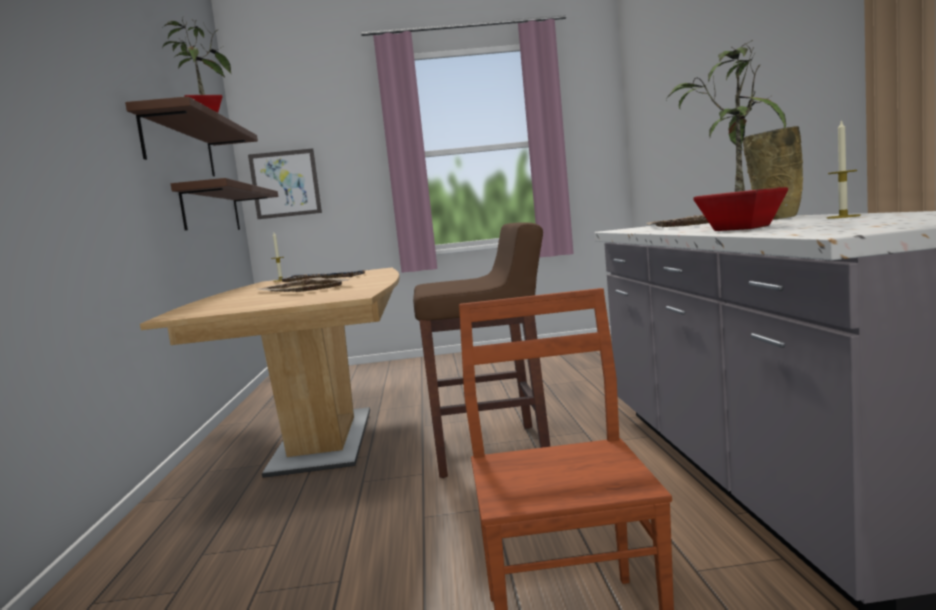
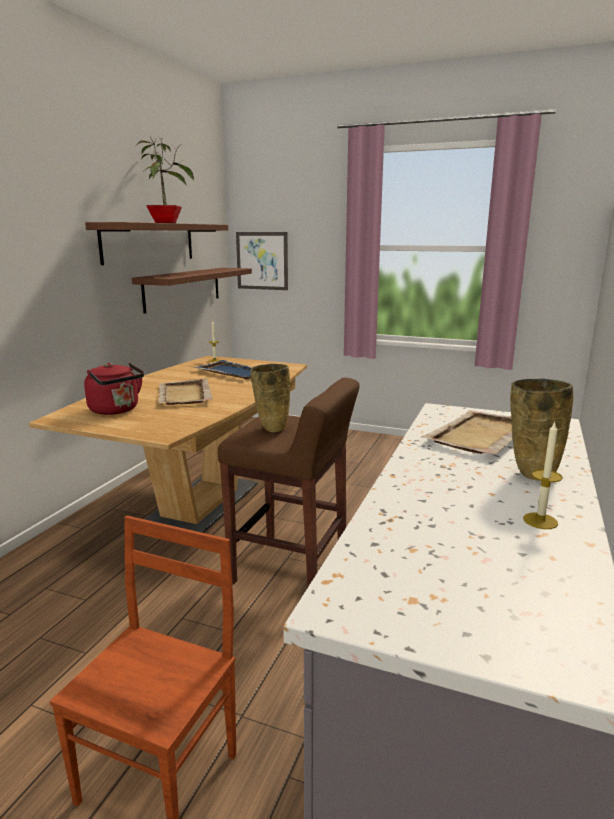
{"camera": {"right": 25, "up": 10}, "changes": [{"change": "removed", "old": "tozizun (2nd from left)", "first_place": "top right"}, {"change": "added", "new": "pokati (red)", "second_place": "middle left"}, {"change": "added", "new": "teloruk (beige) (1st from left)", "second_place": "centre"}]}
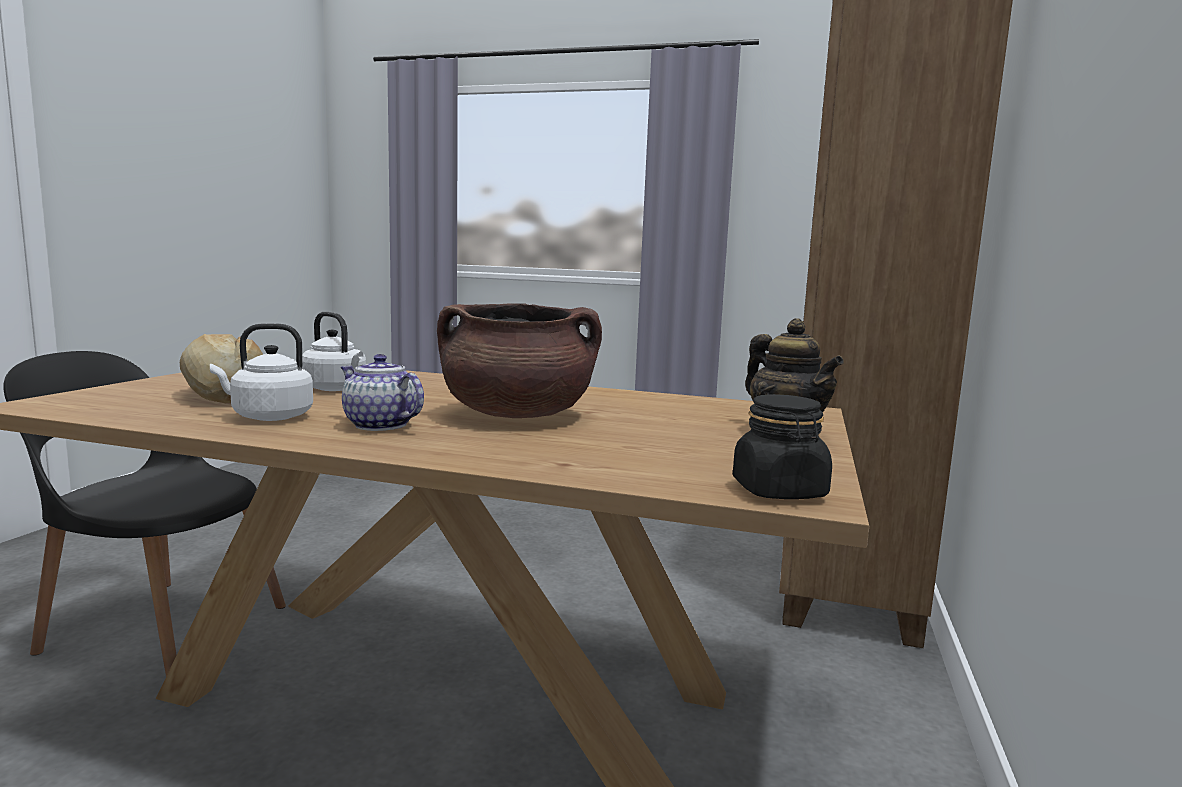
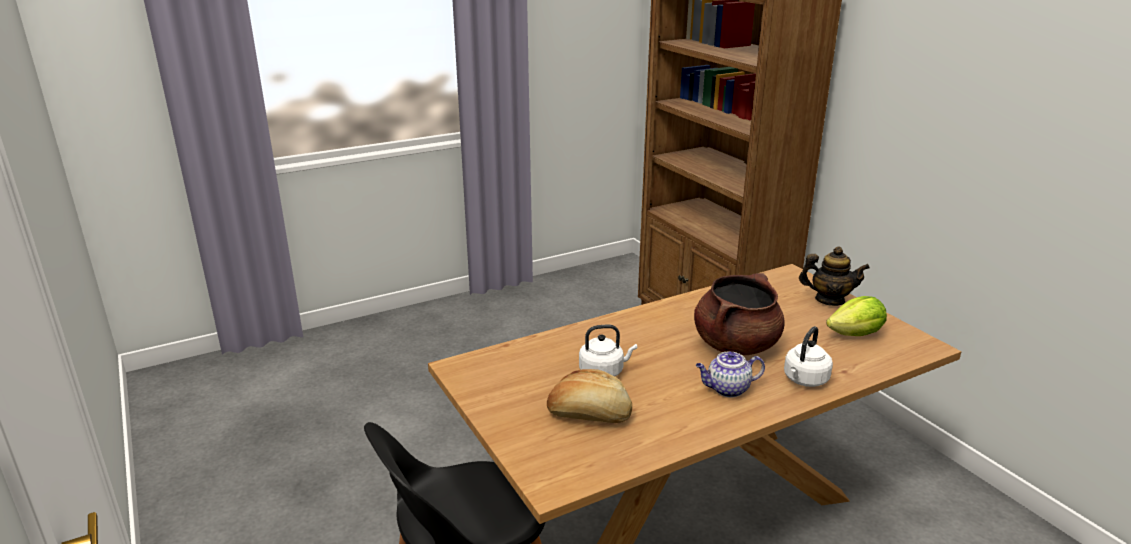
{"camera": {"right": -45, "up": 15}, "changes": [{"change": "removed", "old": "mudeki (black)", "first_place": "centre"}, {"change": "added", "new": "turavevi", "second_place": "middle right"}, {"change": "moved", "old": "pokati (white) (1st from left in the first image)", "new": "pokati (white) (2nd from left)", "first_place": "middle left", "second_place": "middle right"}]}
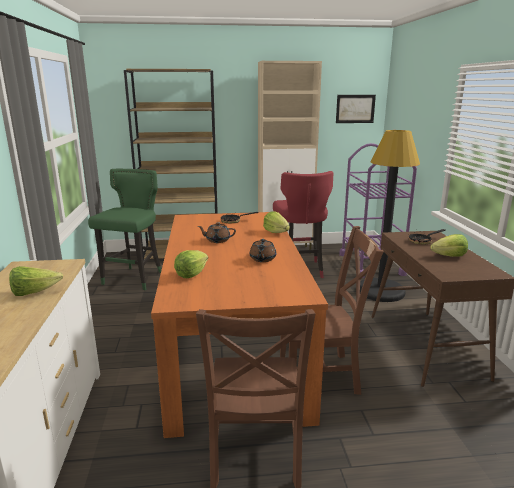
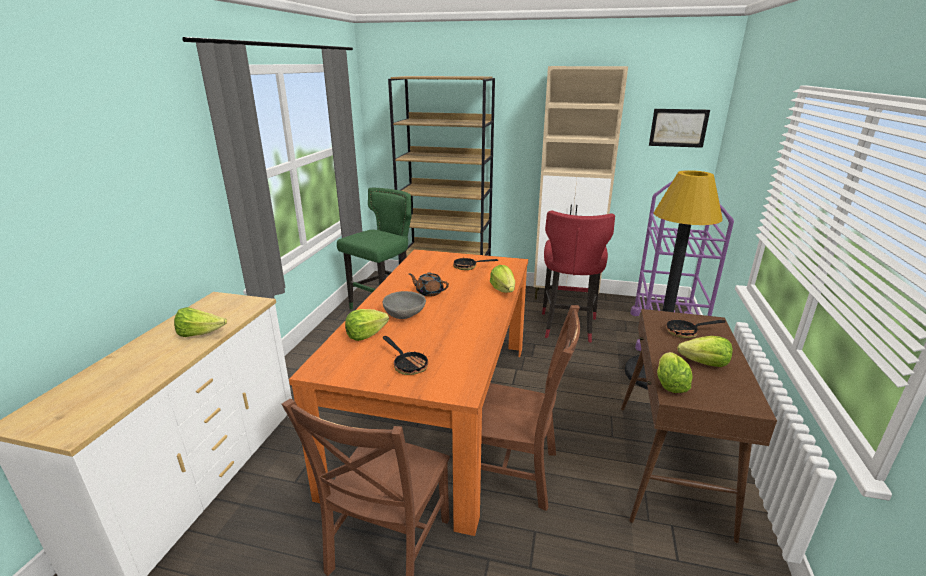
{"camera": {"right": 20, "up": 5}, "changes": [{"change": "removed", "old": "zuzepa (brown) (2nd from left)", "first_place": "centre"}, {"change": "added", "new": "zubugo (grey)", "second_place": "centre"}, {"change": "added", "new": "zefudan (1st from left)", "second_place": "centre"}, {"change": "added", "new": "turavevi (4th from left)", "second_place": "middle right"}]}
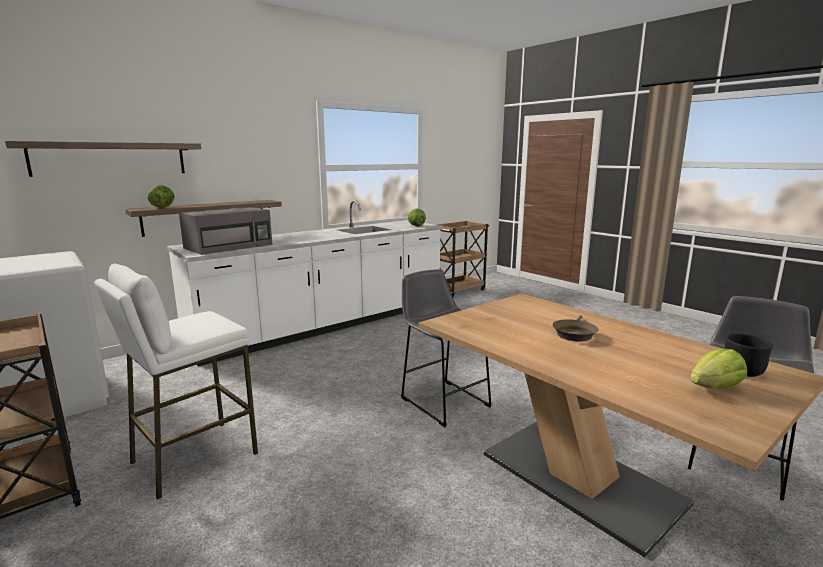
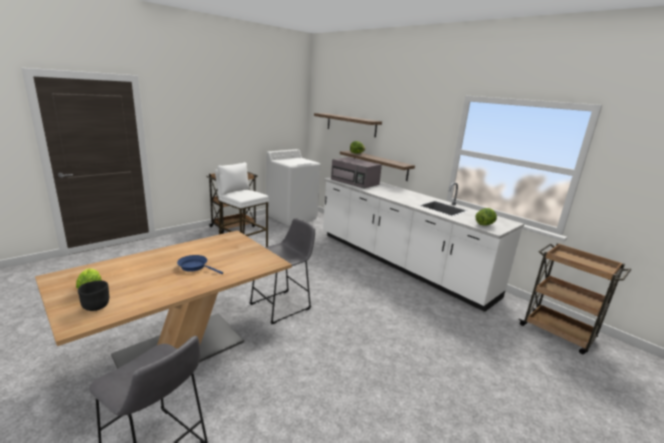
{"camera": {"right": 85, "up": 5}, "changes": [{"change": "recoloured", "old": "zefudan (brown)", "new": "zefudan (blue)", "first_place": "middle right", "second_place": "middle left"}]}
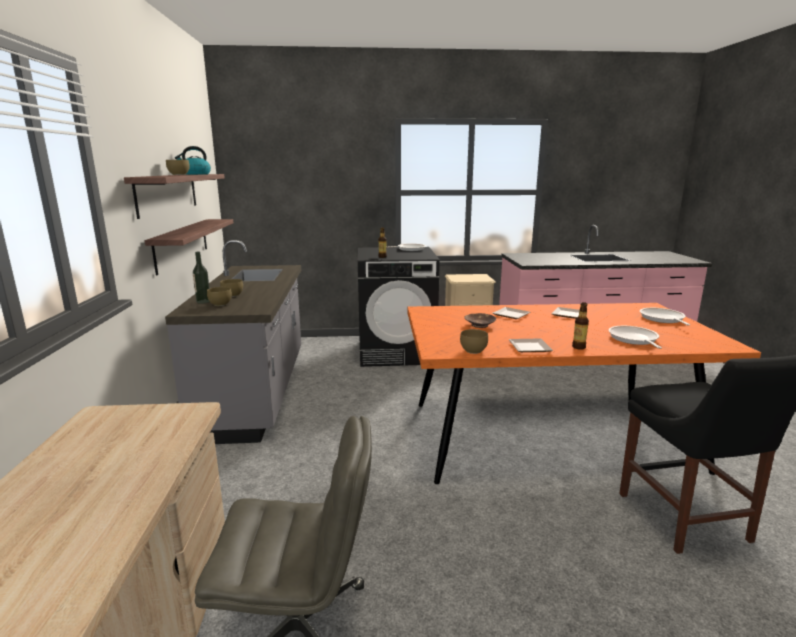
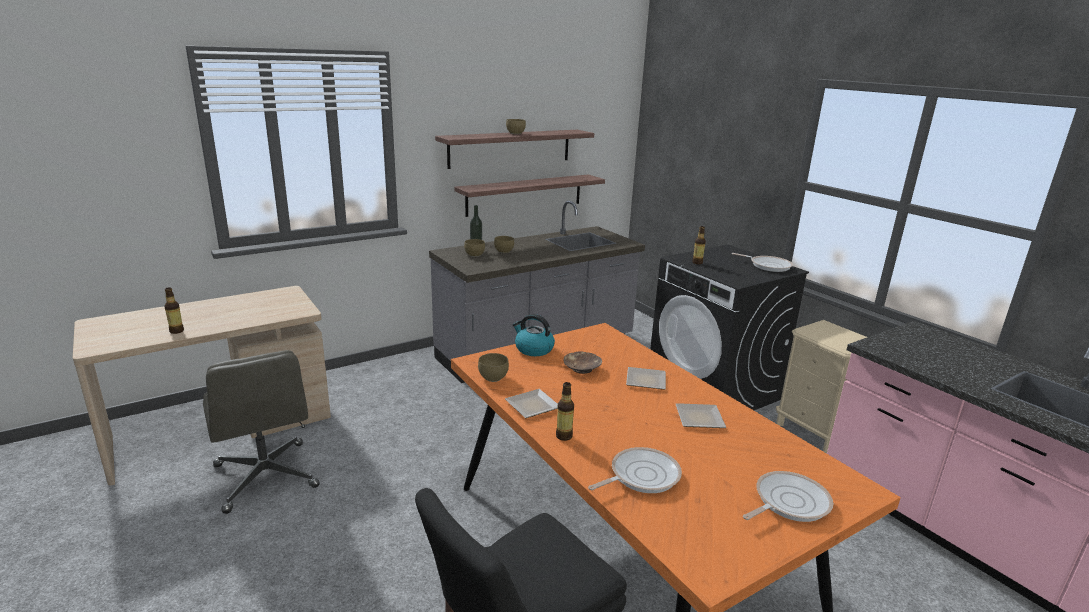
{"camera": {"right": 60, "up": 5}, "changes": [{"change": "added", "new": "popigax (1st from left)", "second_place": "middle left"}, {"change": "moved", "old": "pokati", "first_place": "top left", "second_place": "centre"}]}
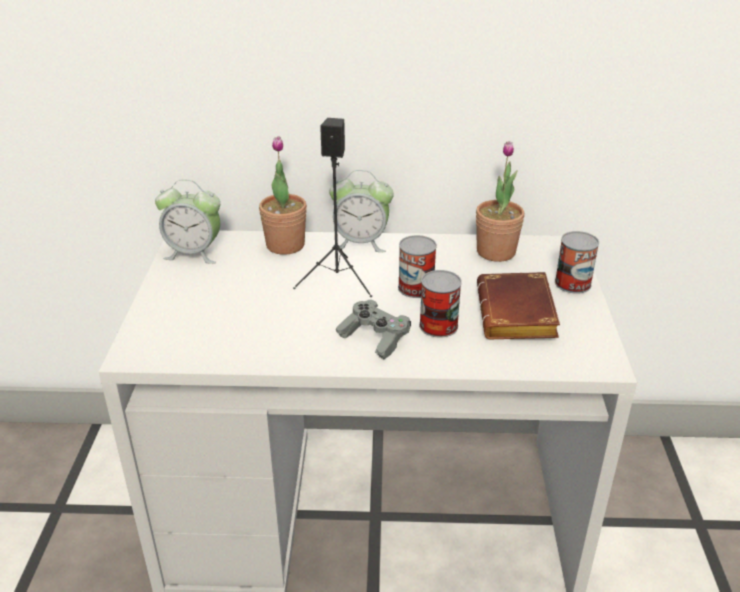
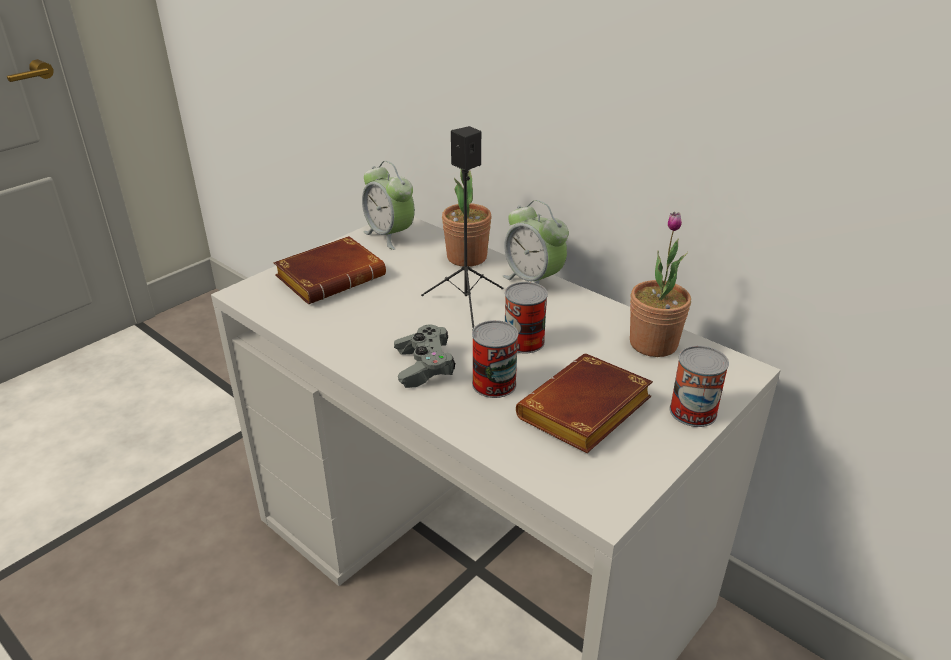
{"camera": {"right": 40, "up": 0}, "changes": [{"change": "added", "new": "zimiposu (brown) (1st from left)", "second_place": "centre"}]}
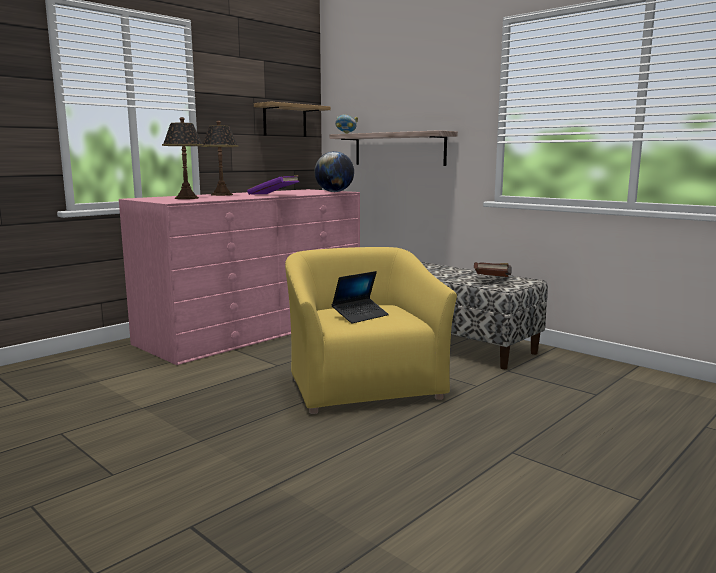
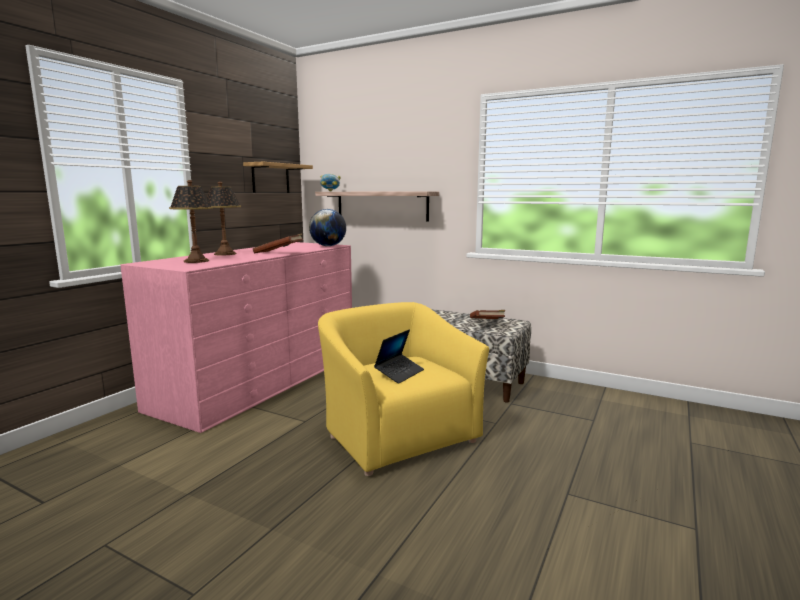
{"camera": {"right": -15, "up": 0}, "changes": [{"change": "recoloured", "old": "zimiposu (purple)", "new": "zimiposu (brown) (1st from left)", "first_place": "top centre", "second_place": "centre"}]}
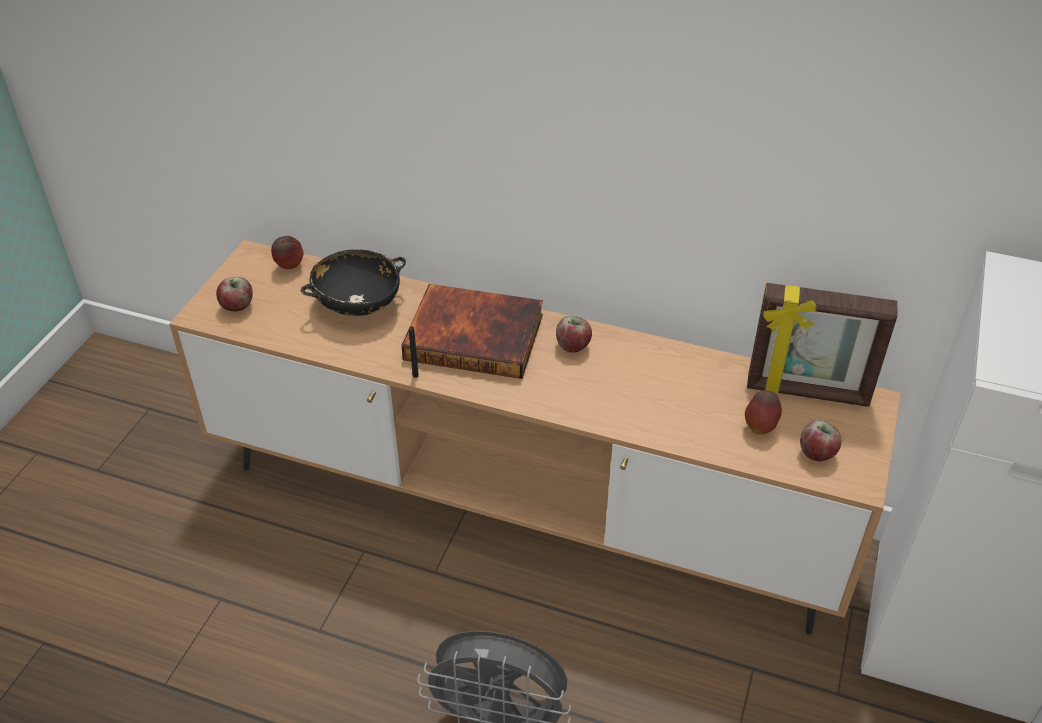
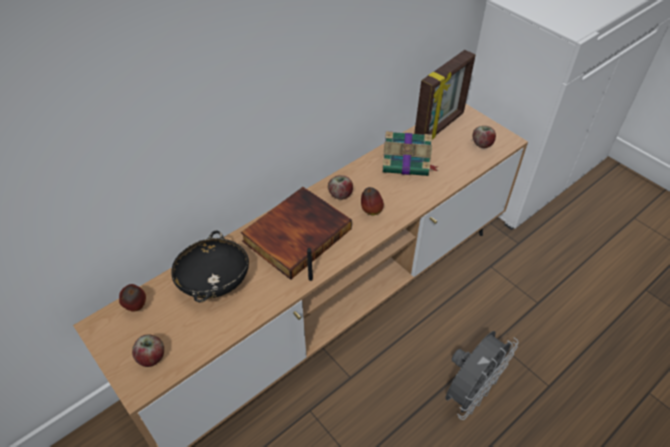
{"camera": {"right": -60, "up": 5}, "changes": [{"change": "added", "new": "zimiposu (2nd from left)", "second_place": "centre"}, {"change": "moved", "old": "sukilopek (4th from left)", "first_place": "middle right", "second_place": "centre"}]}
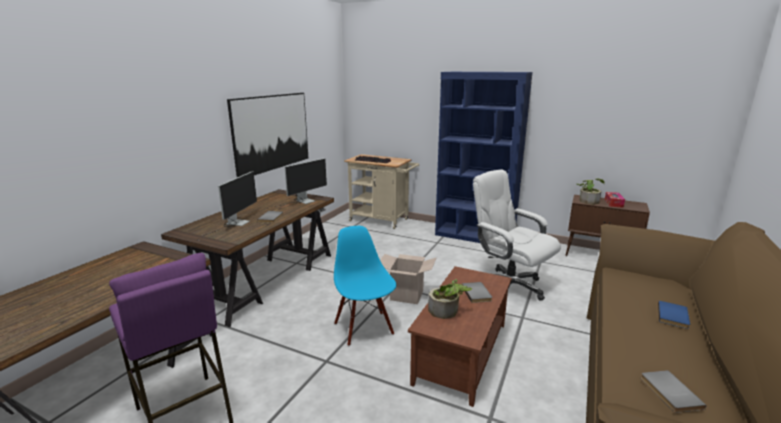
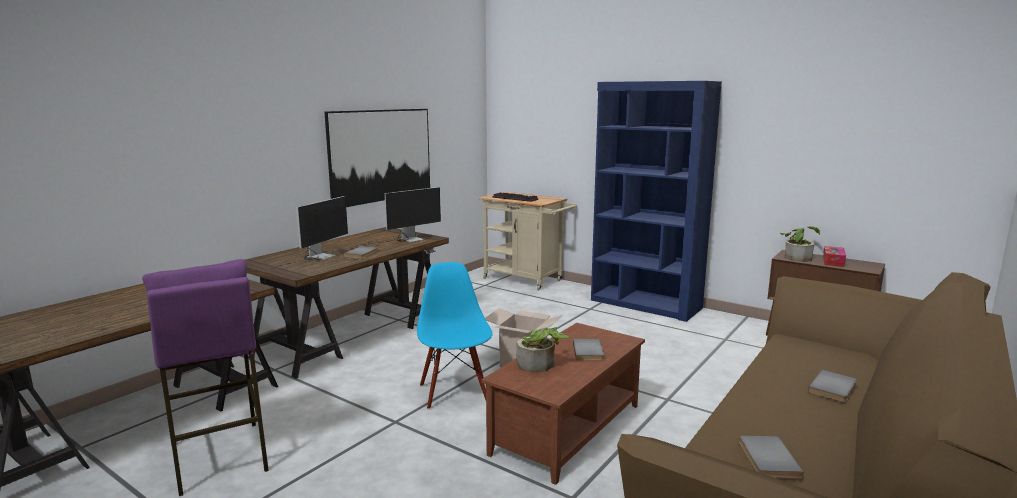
{"camera": {"right": 10, "up": -5}, "changes": [{"change": "removed", "old": "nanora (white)", "first_place": "centre"}, {"change": "recoloured", "old": "zimiposu (blue)", "new": "zimiposu (grey) (4th from left)", "first_place": "bottom right", "second_place": "bottom right"}]}
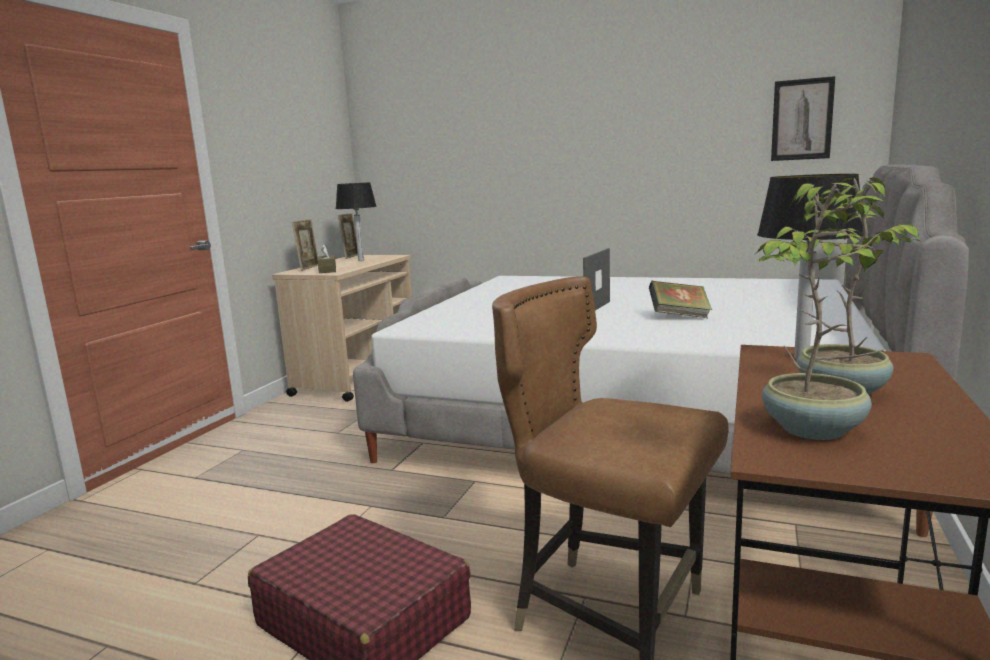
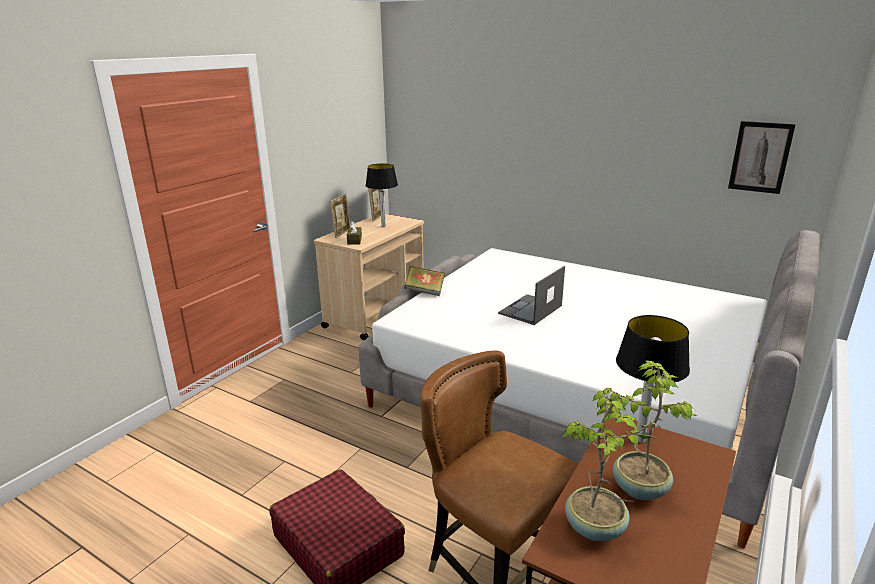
{"camera": {"right": 10, "up": 10}, "changes": [{"change": "moved", "old": "zimiposu", "first_place": "middle right", "second_place": "centre"}]}
